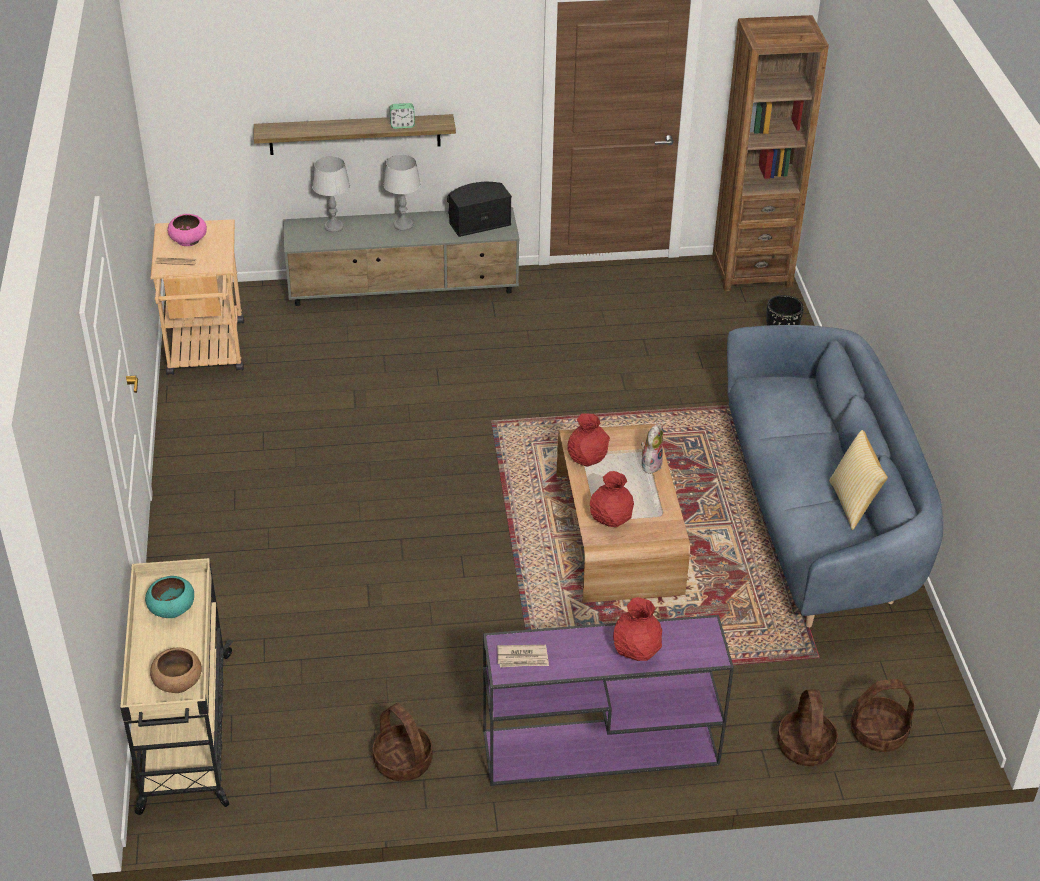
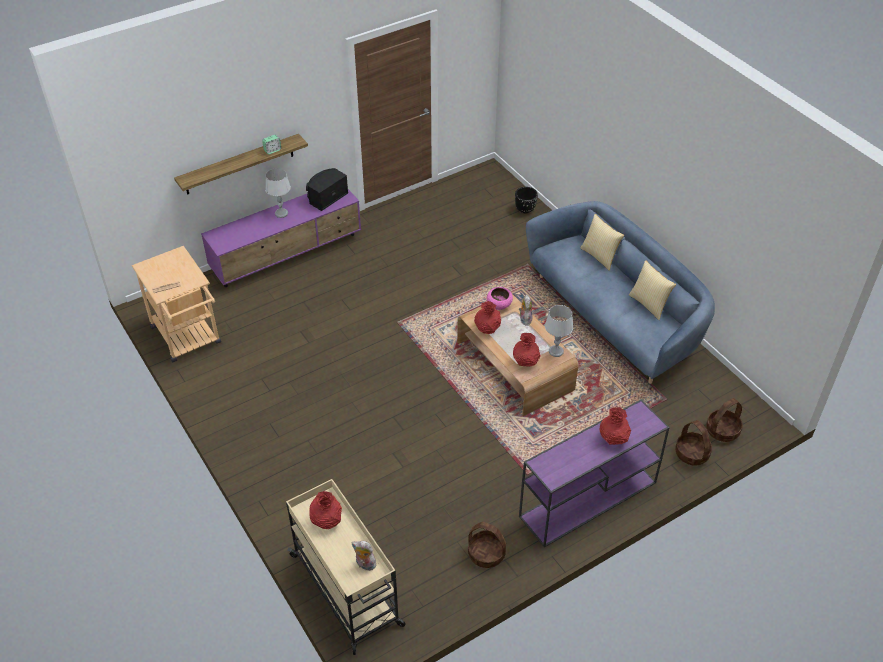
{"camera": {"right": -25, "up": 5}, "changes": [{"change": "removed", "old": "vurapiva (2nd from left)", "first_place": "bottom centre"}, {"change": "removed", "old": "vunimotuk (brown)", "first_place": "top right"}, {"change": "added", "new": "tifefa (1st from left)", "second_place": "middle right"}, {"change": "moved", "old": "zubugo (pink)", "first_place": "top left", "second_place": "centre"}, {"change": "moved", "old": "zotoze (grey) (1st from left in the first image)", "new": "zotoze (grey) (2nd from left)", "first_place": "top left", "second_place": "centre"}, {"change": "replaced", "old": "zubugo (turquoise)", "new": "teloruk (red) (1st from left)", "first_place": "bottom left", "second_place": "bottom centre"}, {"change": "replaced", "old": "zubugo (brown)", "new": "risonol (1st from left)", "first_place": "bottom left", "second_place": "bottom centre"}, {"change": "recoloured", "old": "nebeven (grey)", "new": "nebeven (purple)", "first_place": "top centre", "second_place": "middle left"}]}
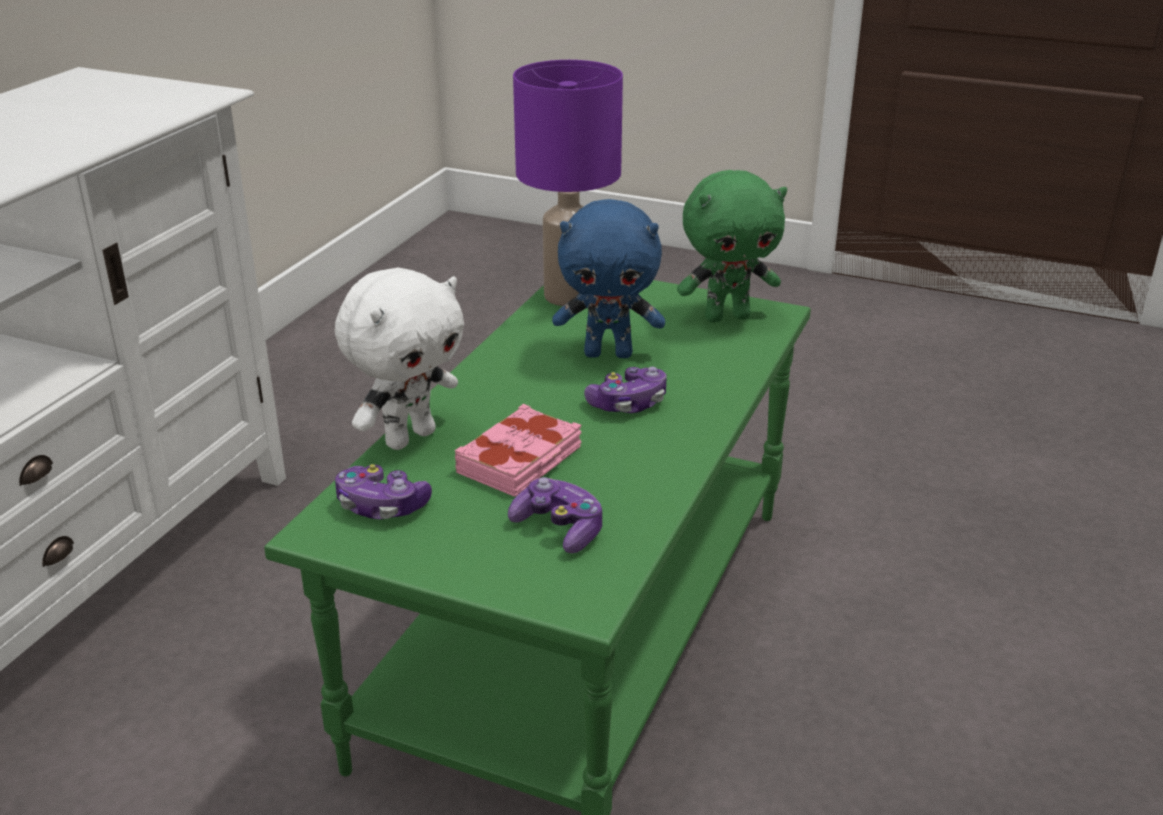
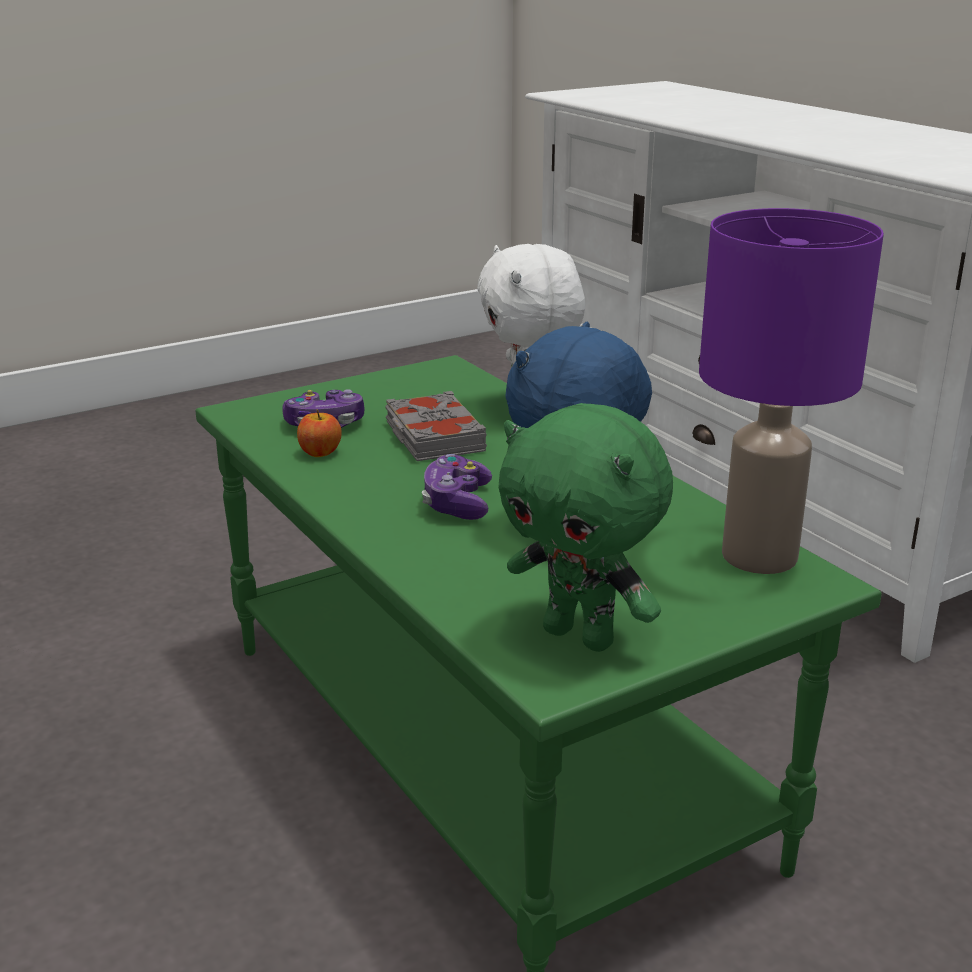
{"camera": {"right": 125, "up": -5}, "changes": [{"change": "removed", "old": "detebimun (1st from left)", "first_place": "middle left"}, {"change": "added", "new": "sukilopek", "second_place": "middle left"}, {"change": "recoloured", "old": "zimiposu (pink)", "new": "zimiposu (grey)", "first_place": "centre", "second_place": "centre"}, {"change": "turned", "old": "risonol (green)", "first_place": "top centre", "second_place": "centre", "degrees": -75}]}
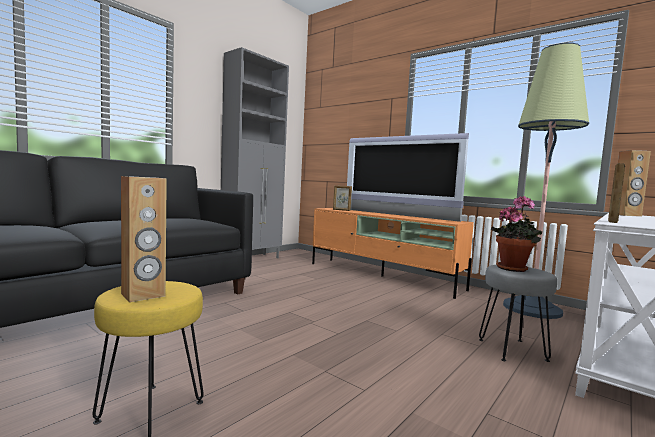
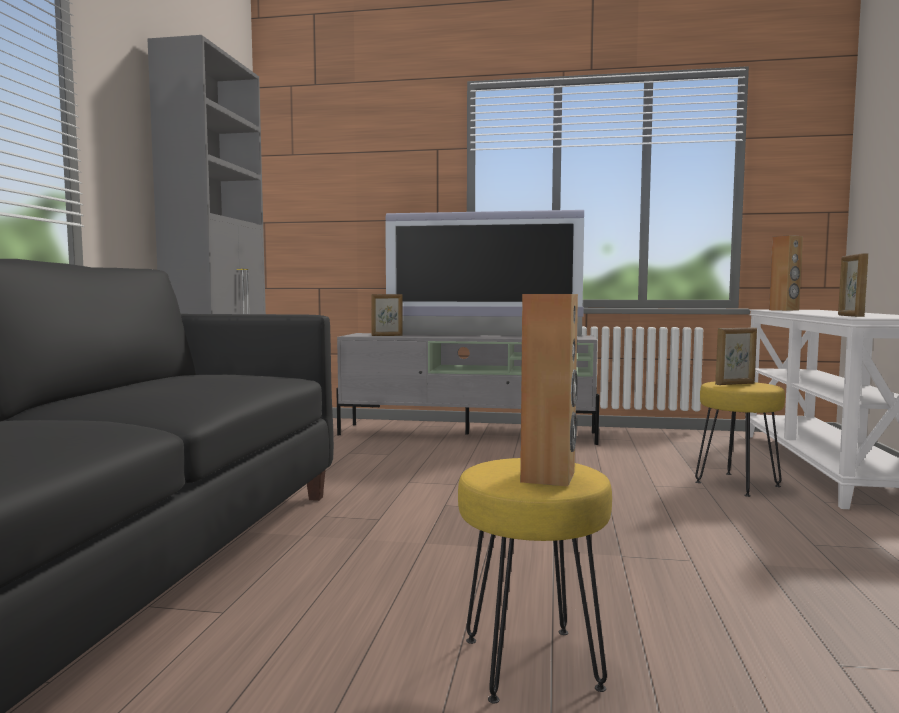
{"camera": {"right": -30, "up": 0}, "changes": [{"change": "removed", "old": "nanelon", "first_place": "middle right"}, {"change": "replaced", "old": "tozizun", "new": "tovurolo (2nd from left)", "first_place": "middle right", "second_place": "middle right"}, {"change": "recoloured", "old": "nebeven (orange)", "new": "nebeven (grey)", "first_place": "centre", "second_place": "centre"}, {"change": "recoloured", "old": "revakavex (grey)", "new": "revakavex (yellow) (2nd from left)", "first_place": "bottom right", "second_place": "middle right"}]}
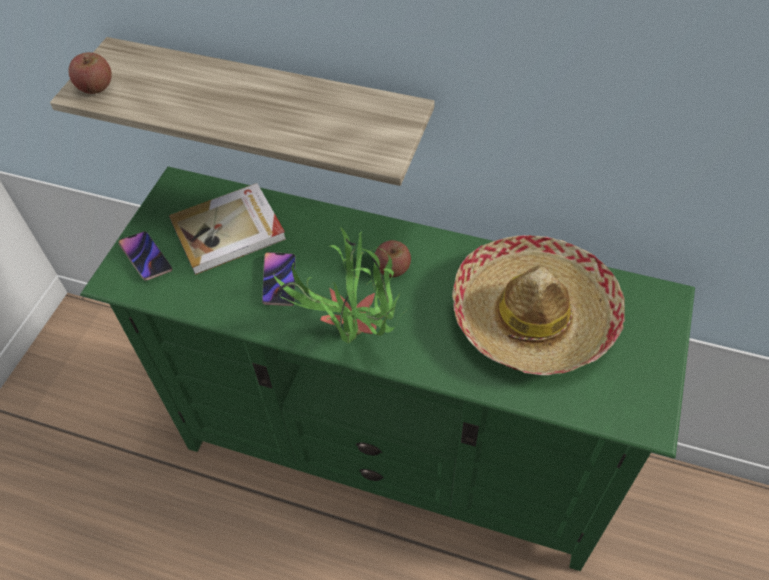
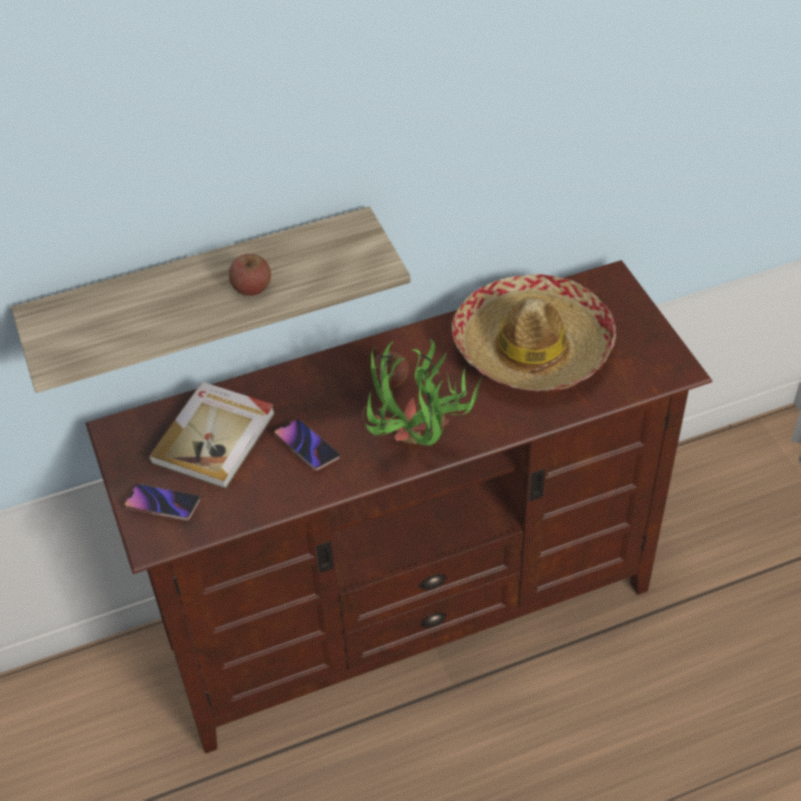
{"camera": {"right": -40, "up": -5}, "changes": [{"change": "moved", "old": "sukilopek (1st from left)", "first_place": "top left", "second_place": "middle left"}, {"change": "recoloured", "old": "nebeven (green)", "new": "nebeven (brown)", "first_place": "centre", "second_place": "centre"}]}
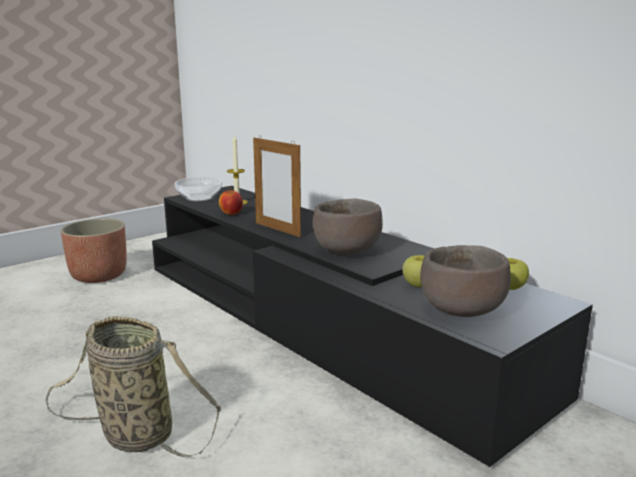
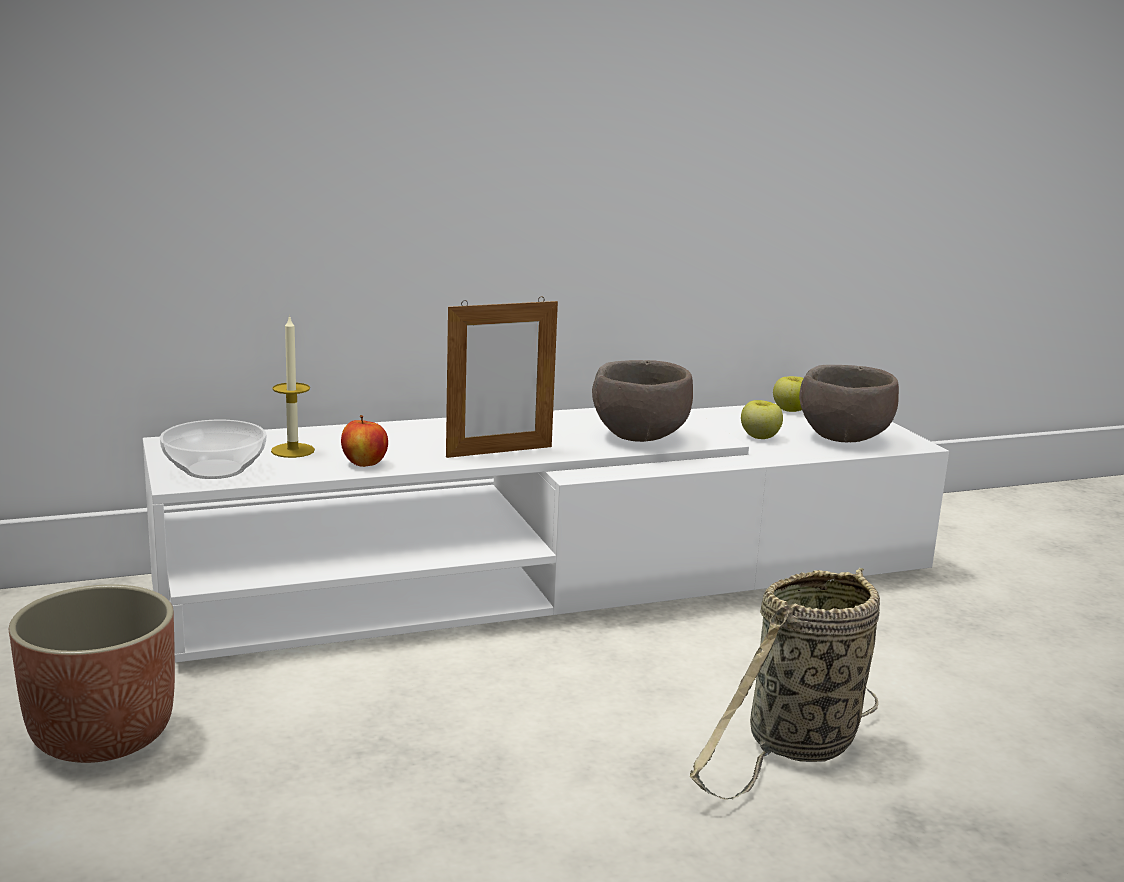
{"camera": {"right": -70, "up": 0}, "changes": [{"change": "recoloured", "old": "nebeven (black)", "new": "nebeven (white)", "first_place": "bottom centre", "second_place": "centre"}]}
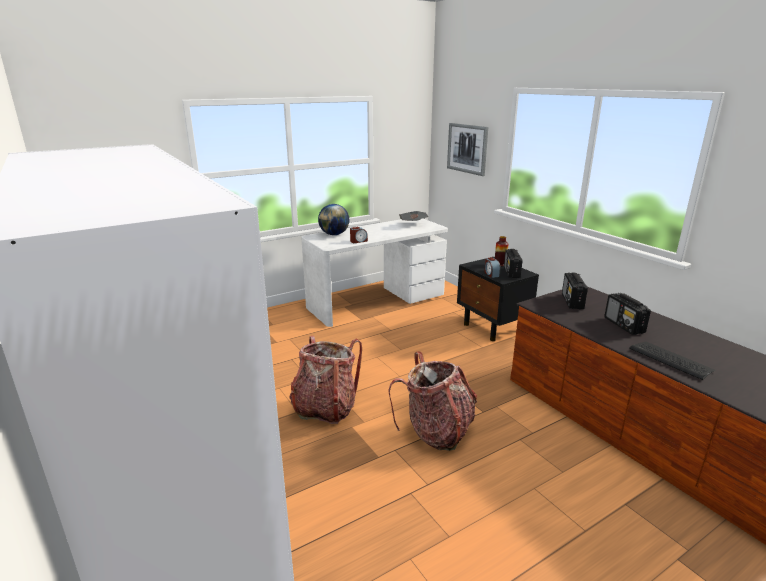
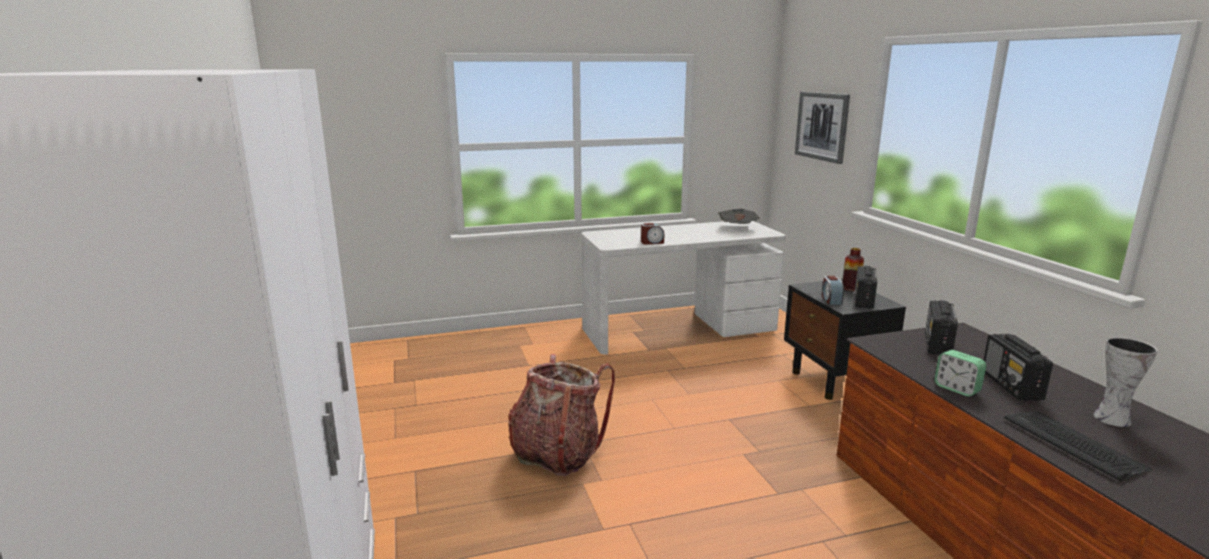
{"camera": {"right": 15, "up": -5}, "changes": [{"change": "removed", "old": "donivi", "first_place": "centre"}, {"change": "removed", "old": "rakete (2nd from left)", "first_place": "bottom centre"}, {"change": "added", "new": "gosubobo (3rd from left)", "second_place": "bottom right"}, {"change": "added", "new": "teloruk (2nd from left)", "second_place": "bottom right"}]}
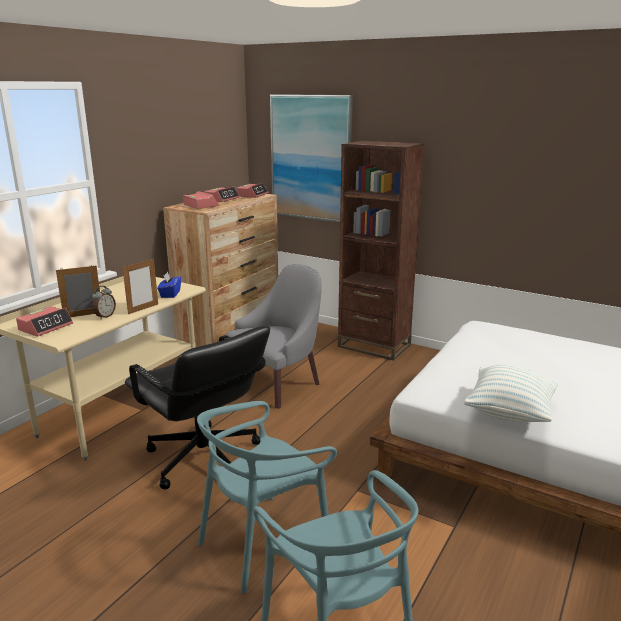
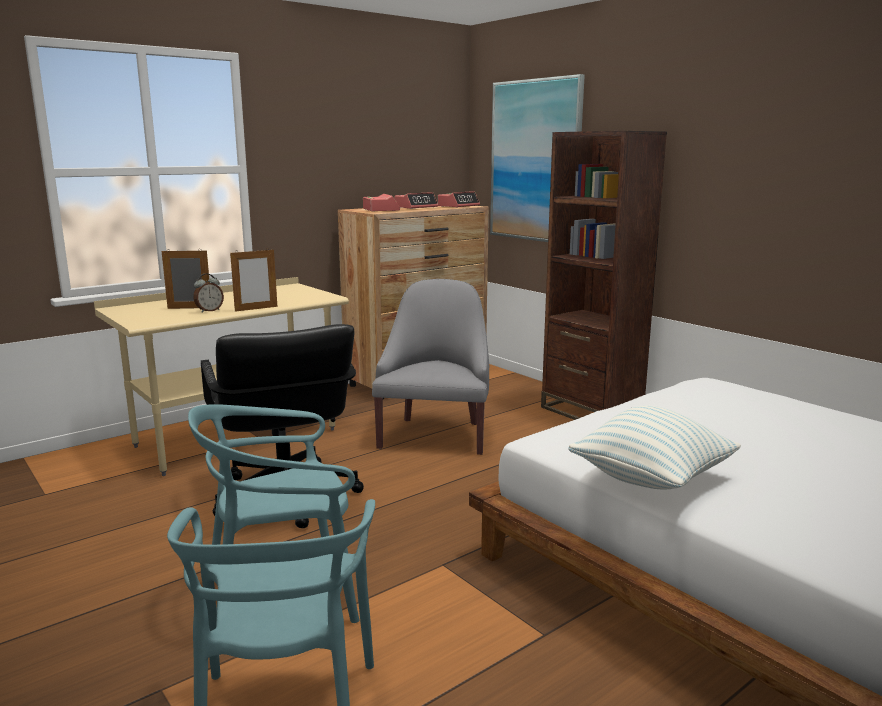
{"camera": {"right": 20, "up": -5}, "changes": [{"change": "removed", "old": "gosubobo (1st from left)", "first_place": "middle left"}, {"change": "removed", "old": "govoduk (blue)", "first_place": "middle left"}, {"change": "turned", "old": "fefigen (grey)", "first_place": "centre", "second_place": "centre", "degrees": -60}]}
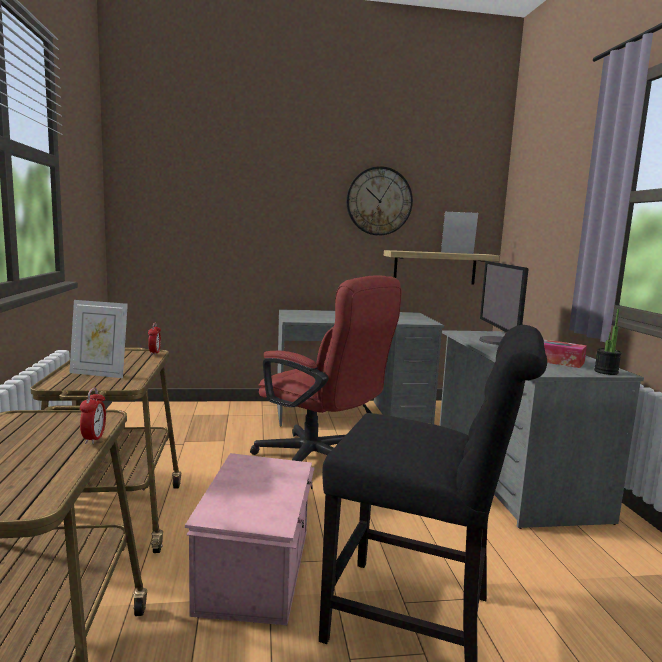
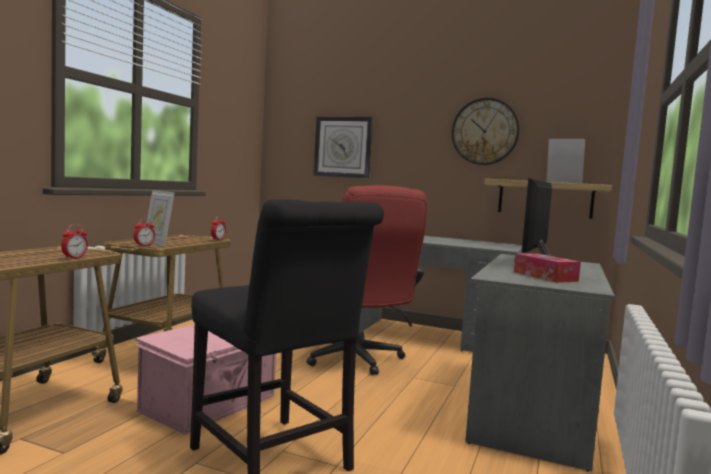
{"camera": {"right": 30, "up": -5}, "changes": [{"change": "removed", "old": "tozizun", "first_place": "middle right"}, {"change": "added", "new": "gosubobo (2nd from left)", "second_place": "middle left"}, {"change": "added", "new": "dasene (1st from left)", "second_place": "top centre"}]}
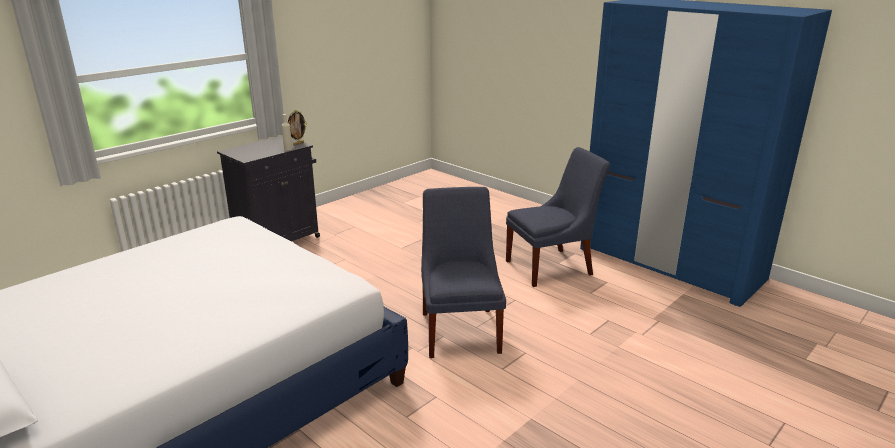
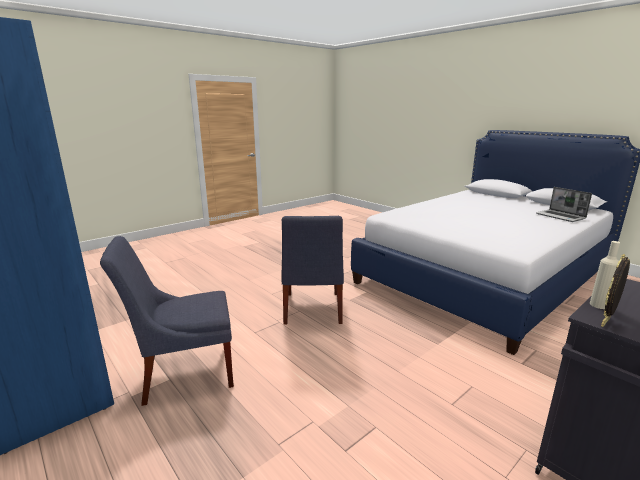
{"camera": {"right": -175, "up": -5}, "changes": [{"change": "added", "new": "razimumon", "second_place": "middle right"}]}
